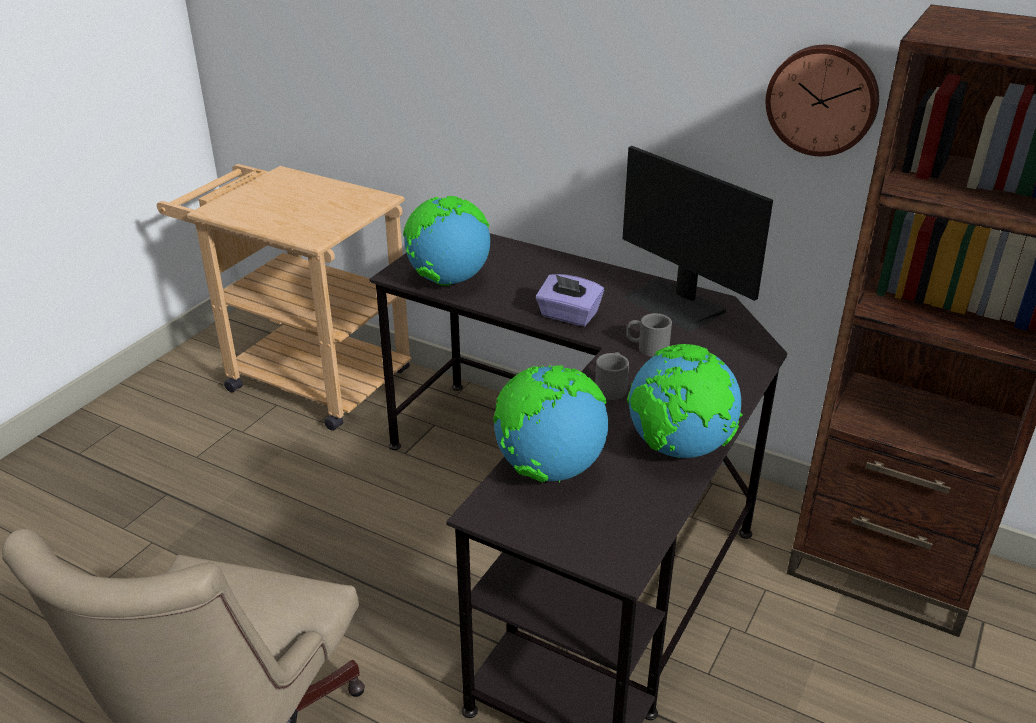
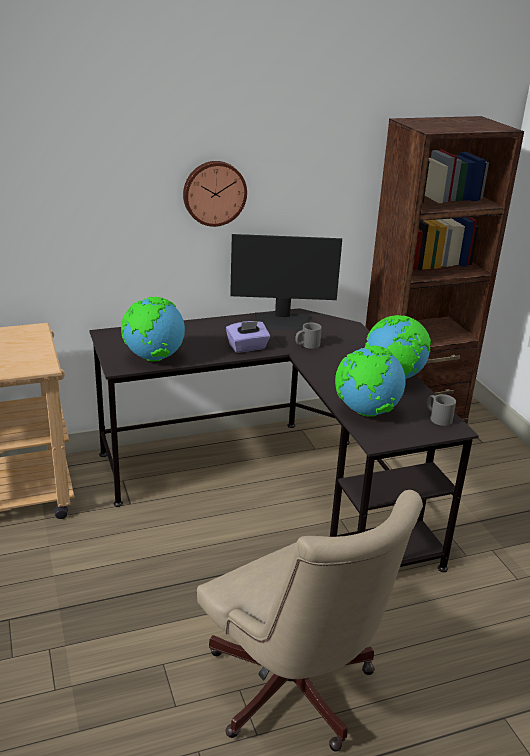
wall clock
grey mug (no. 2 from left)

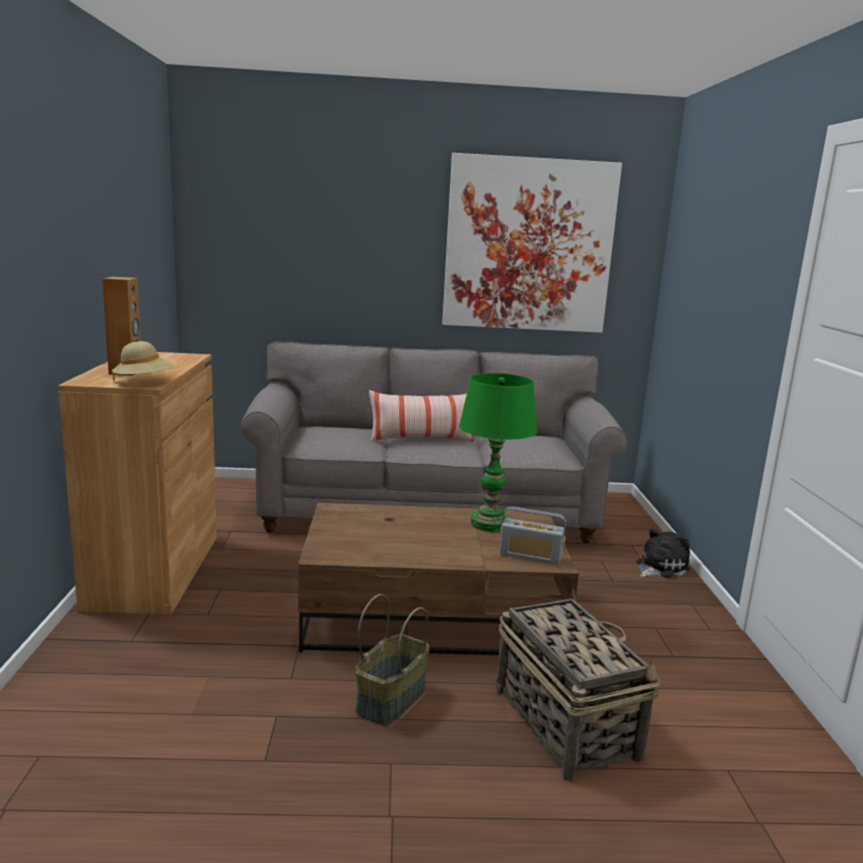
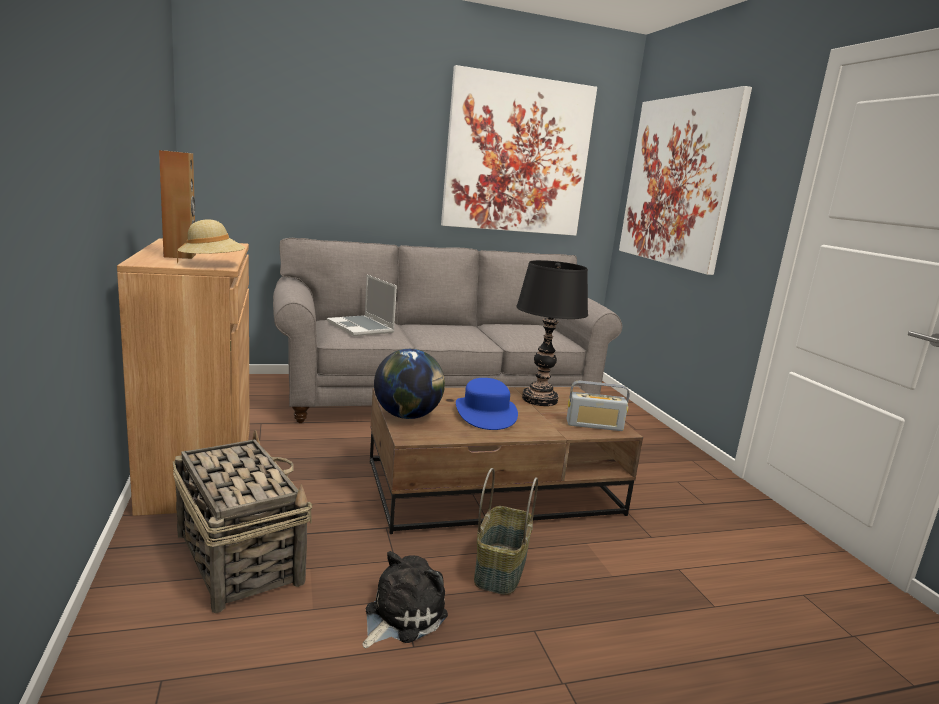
black table lamp
pillow
plush toy
basket (no. 1 from left)
picture (no. 2 from left)
laptop
globe
blue hat

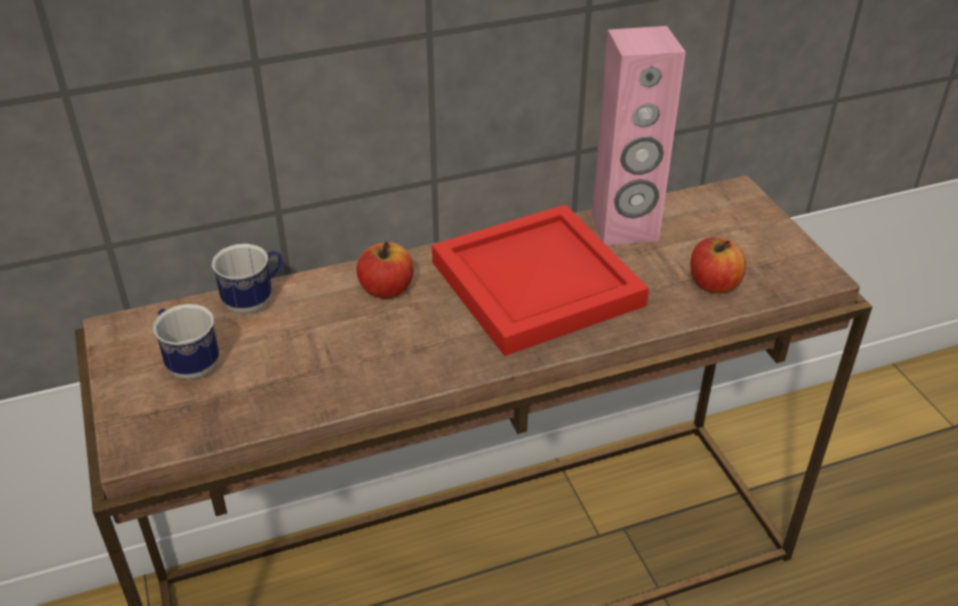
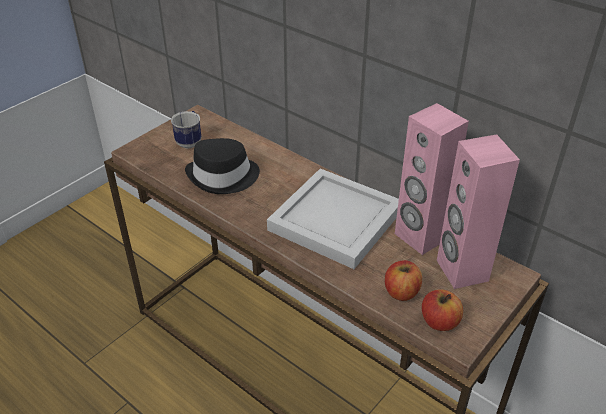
white tray
apple (no. 2 from left)
mug (no. 2 from left in the first image)
pink speaker (no. 2 from left)
black hat

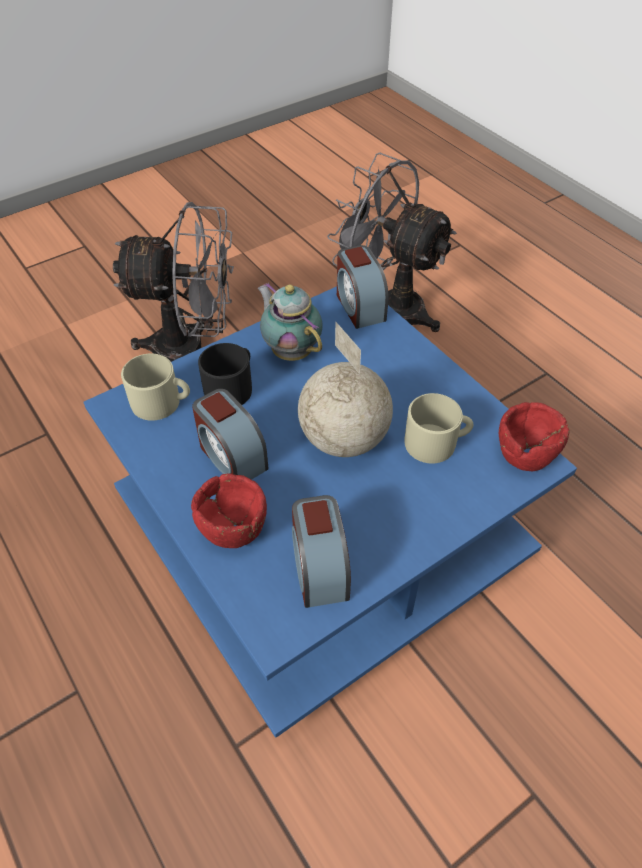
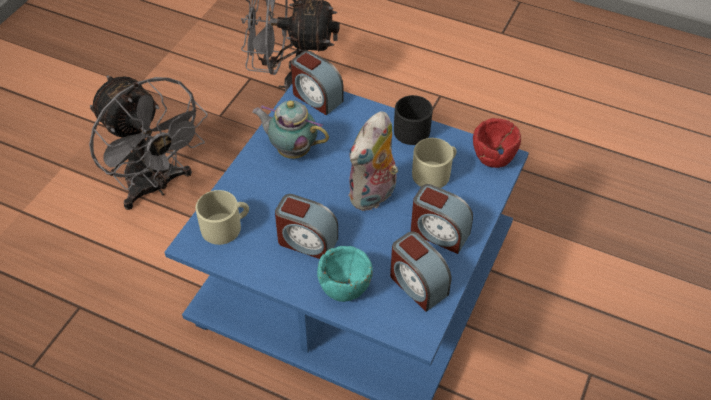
grey fan (no. 1 from left)
plush toy
black mug
turquoise bowl
alarm clock (no. 4 from left)

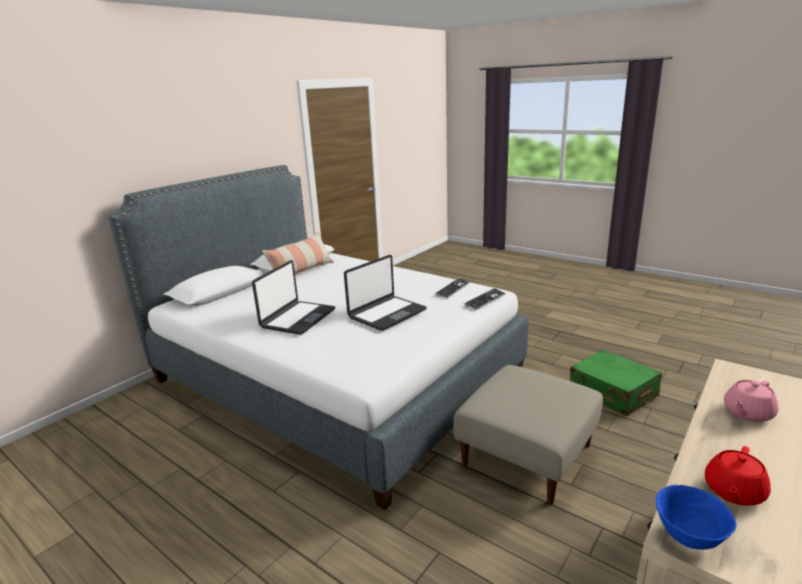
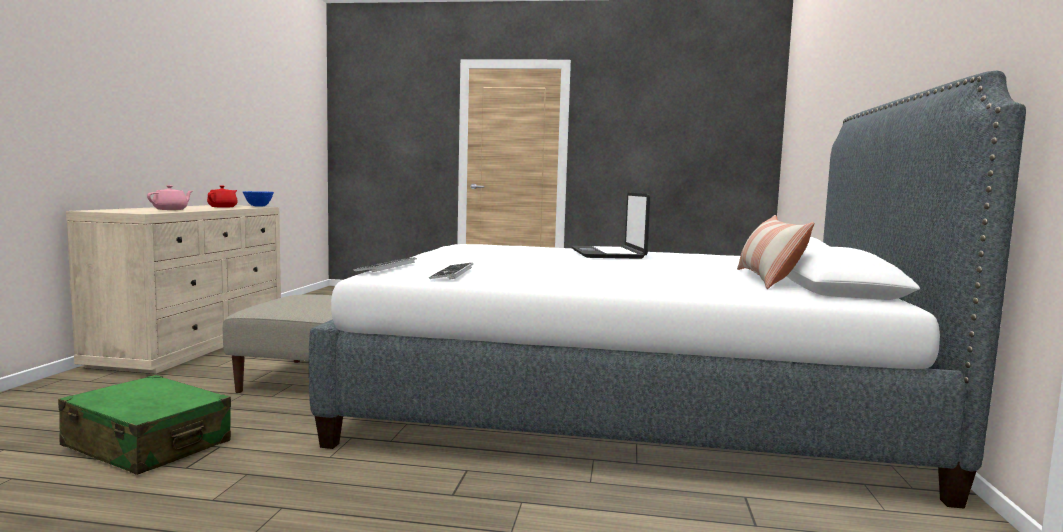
laptop (no. 2 from left in the first image)

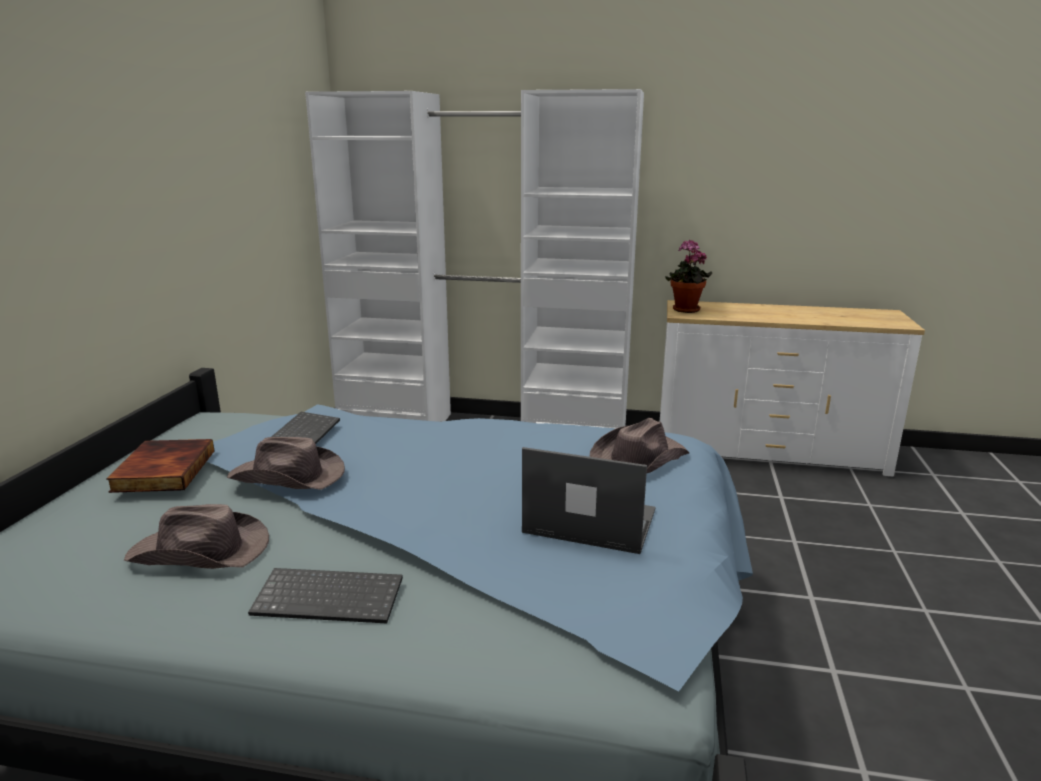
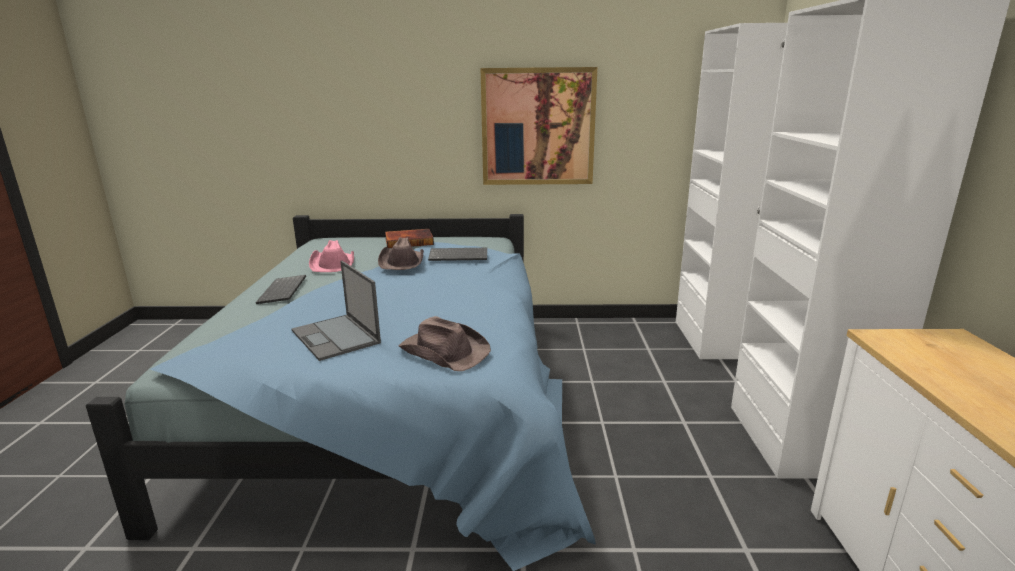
potted plant
laptop
pink hat
picture

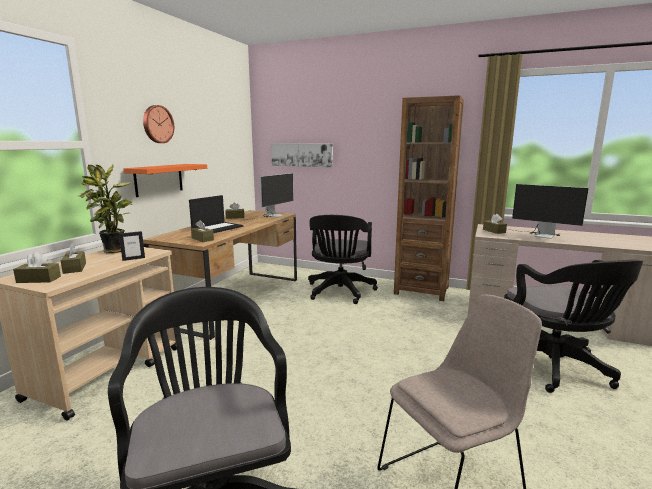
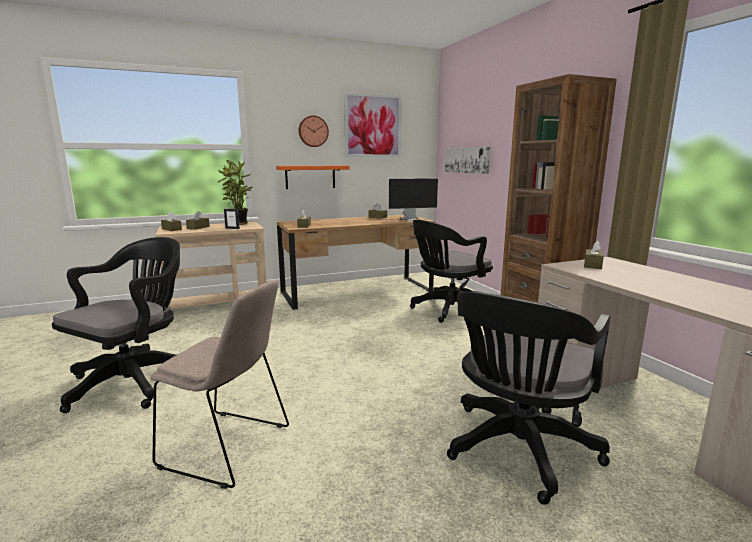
monitor (no. 2 from left in the first image)
laptop
picture (no. 1 from left)

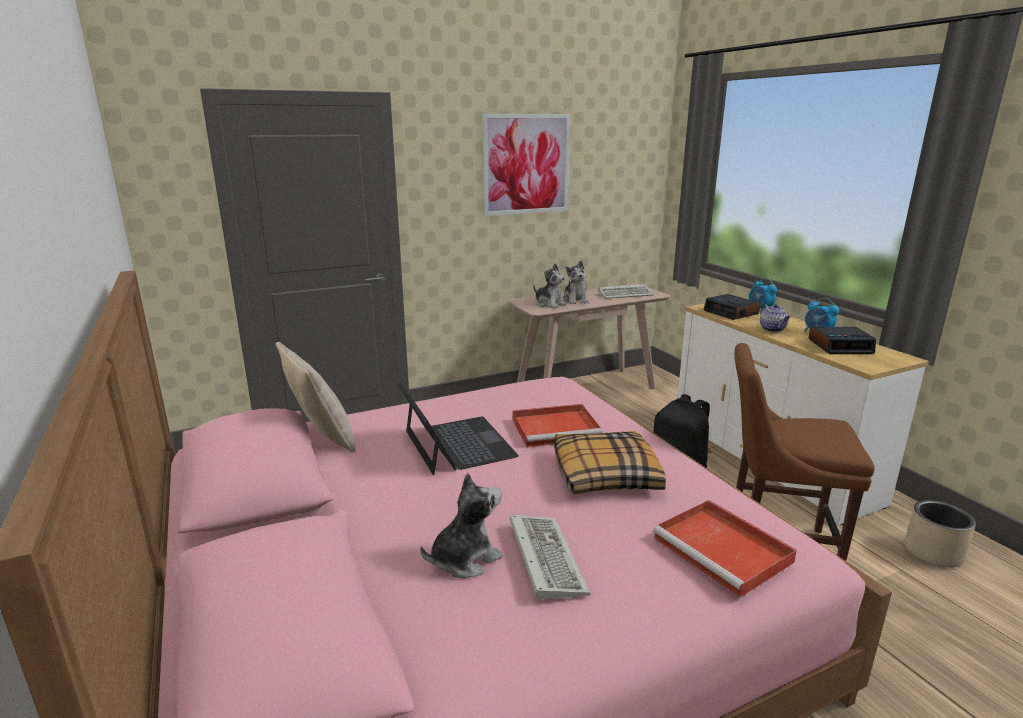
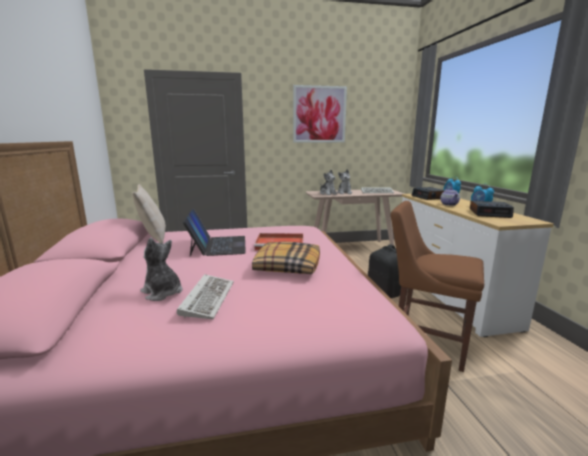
plush toy (no. 1 from left)
red tray (no. 2 from left in the first image)
beige planter

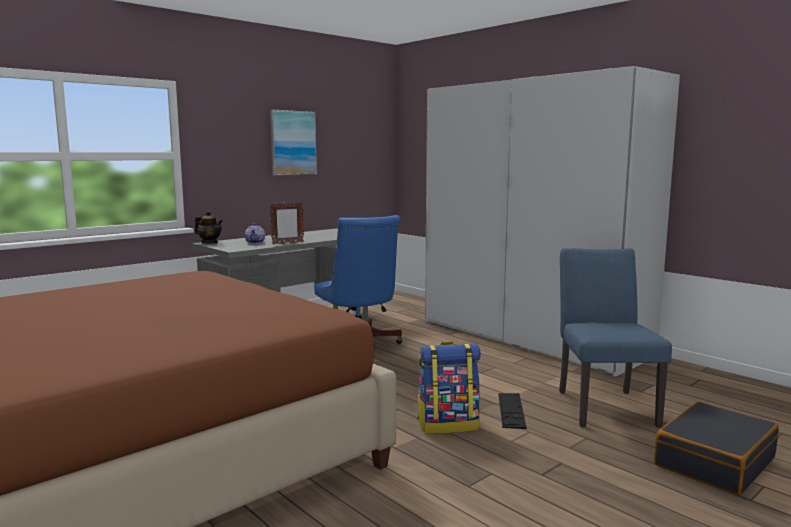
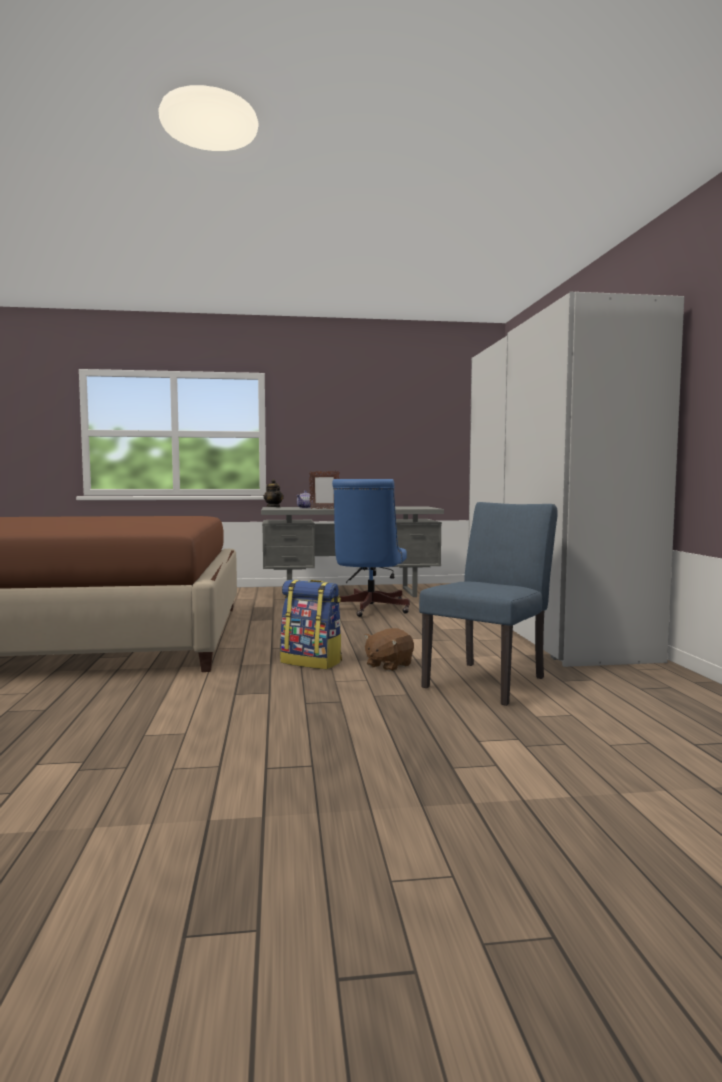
picture
brown plush toy
black suitcase

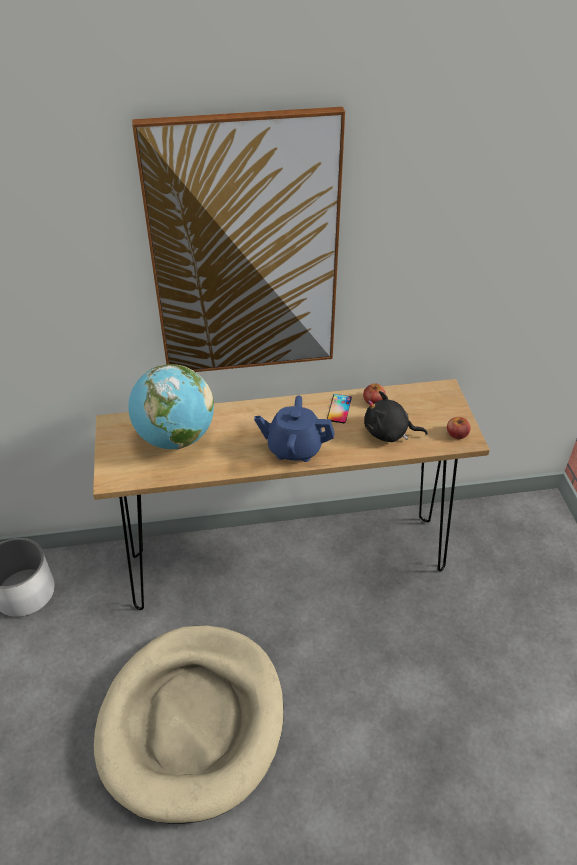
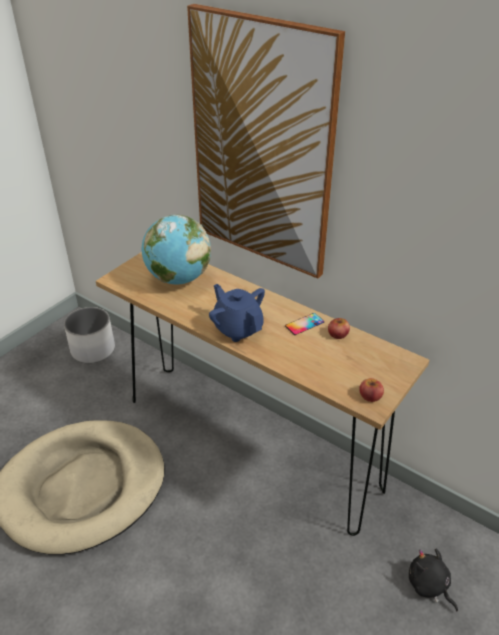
black plush toy

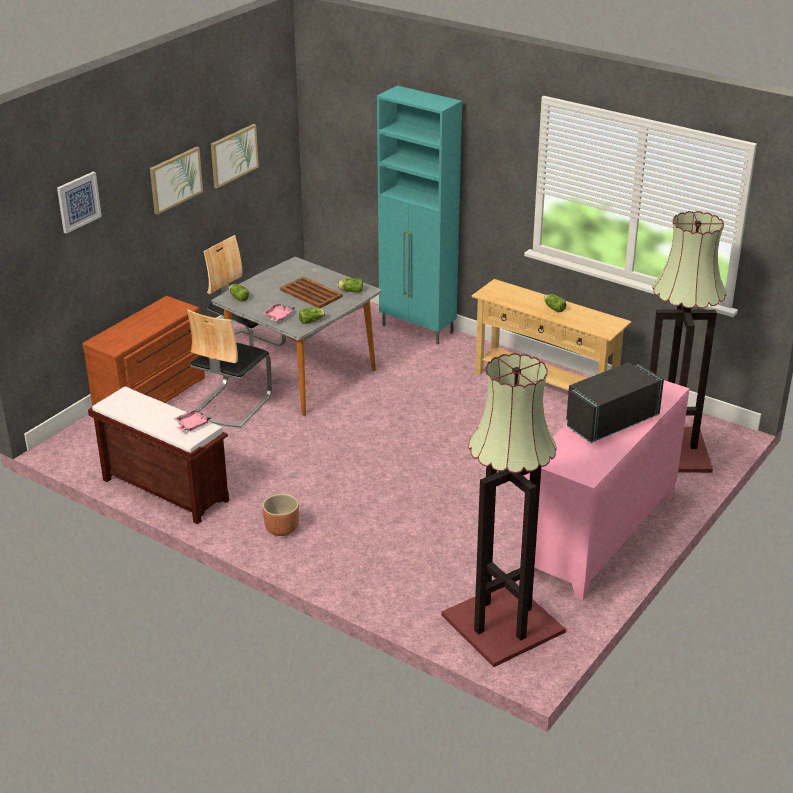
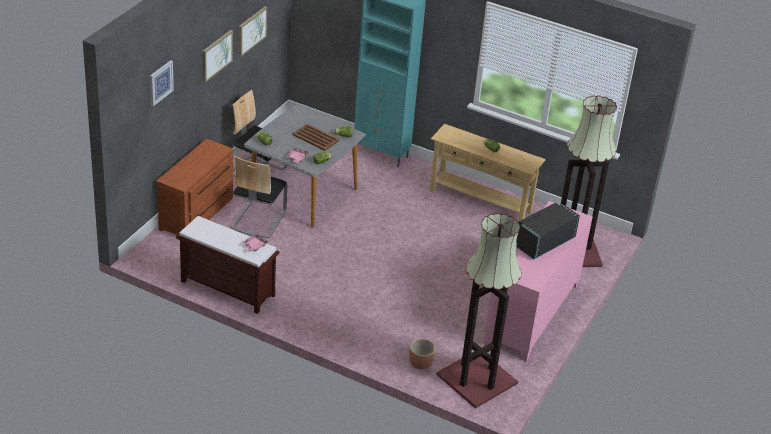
brown planter

